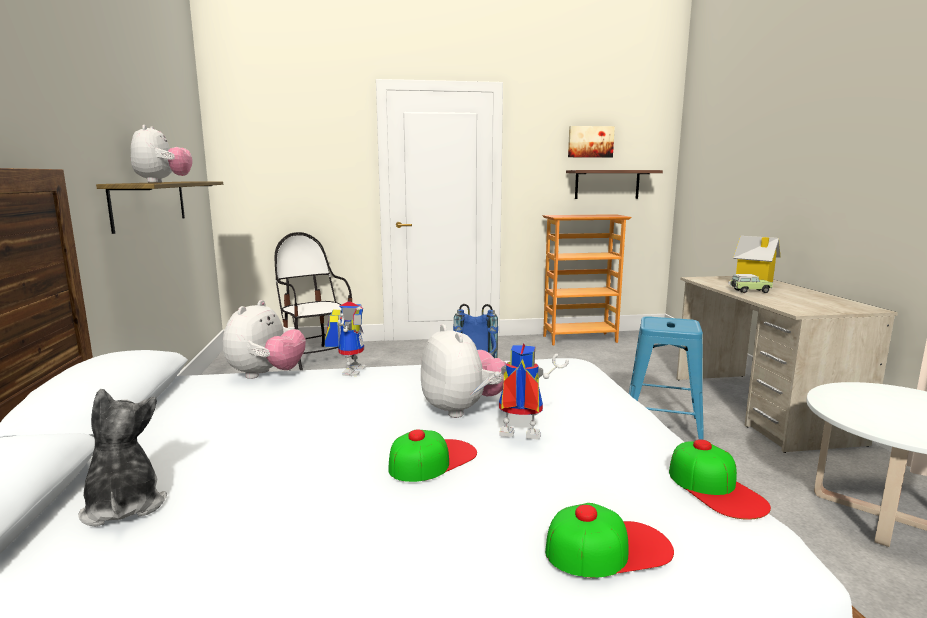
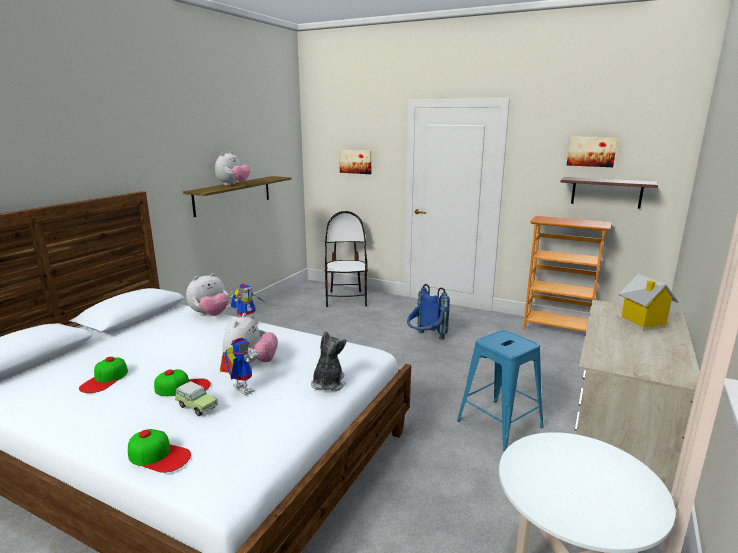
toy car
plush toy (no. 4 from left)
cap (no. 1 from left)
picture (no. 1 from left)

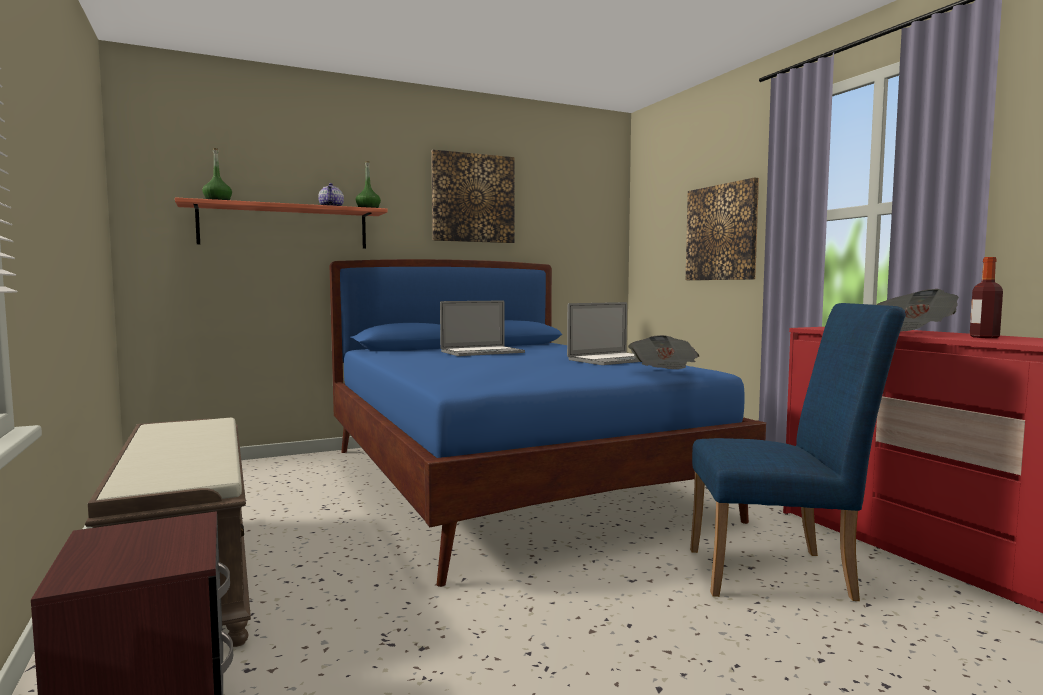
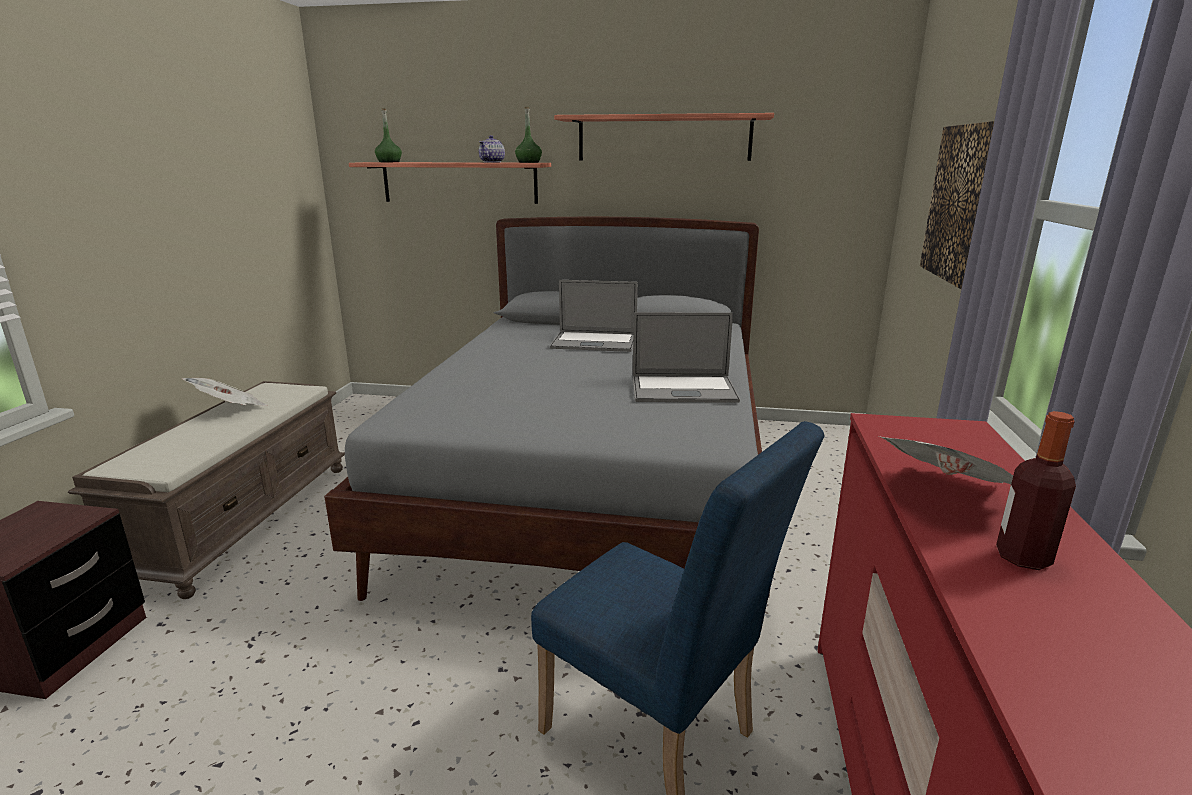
shelf (no. 2 from left)
grey bed
newspaper (no. 1 from left)

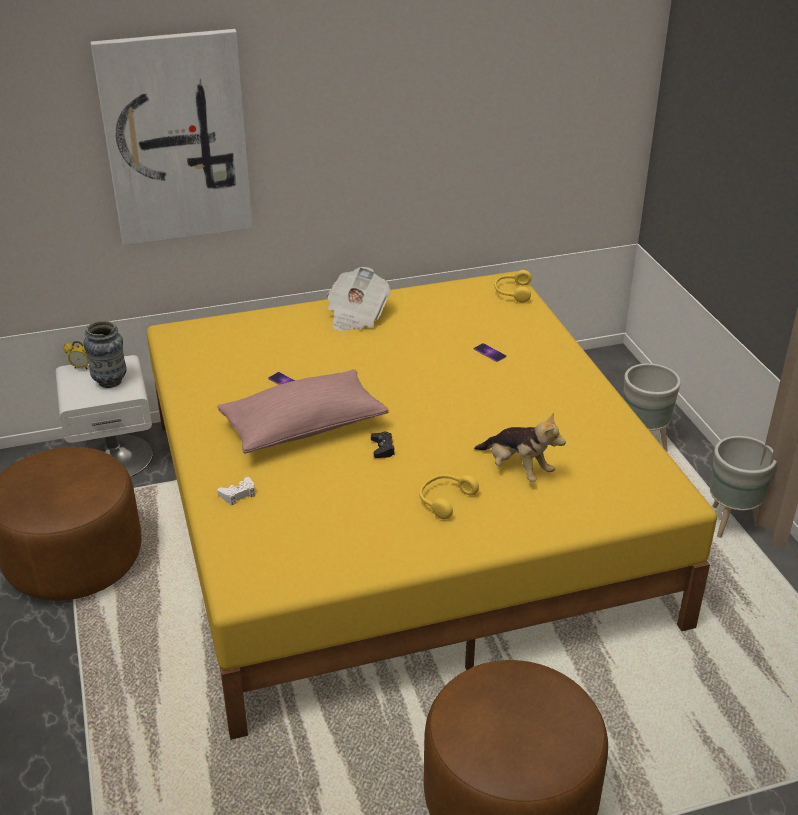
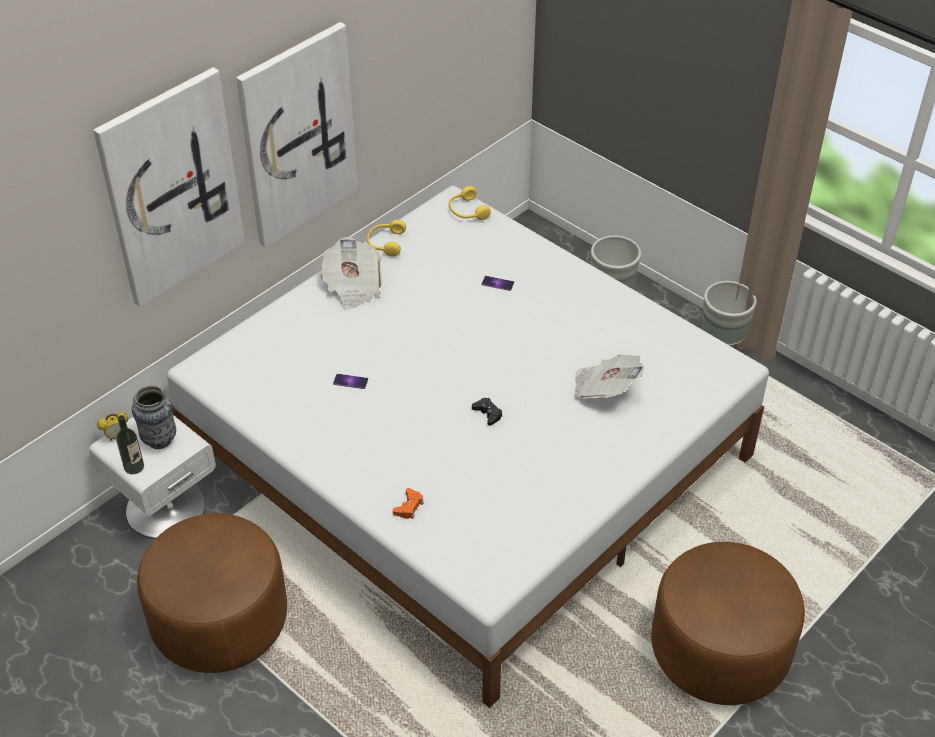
white bed
pink pillow
newspaper (no. 2 from left)
yellow headphones (no. 1 from left)
orange game controller
picture (no. 2 from left)
bottle

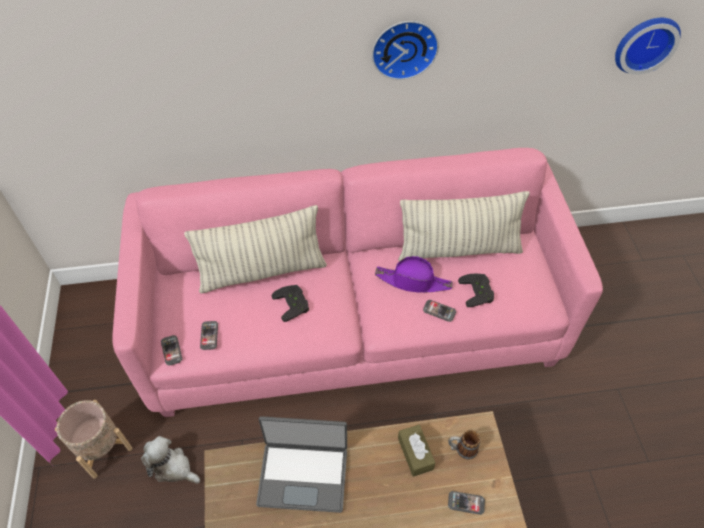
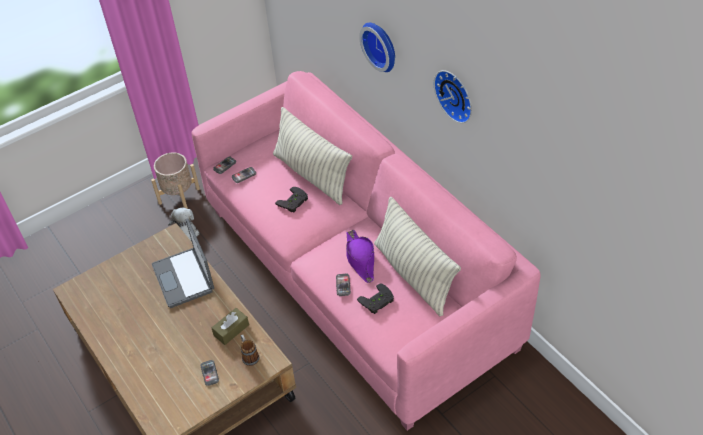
wall clock (no. 1 from left)

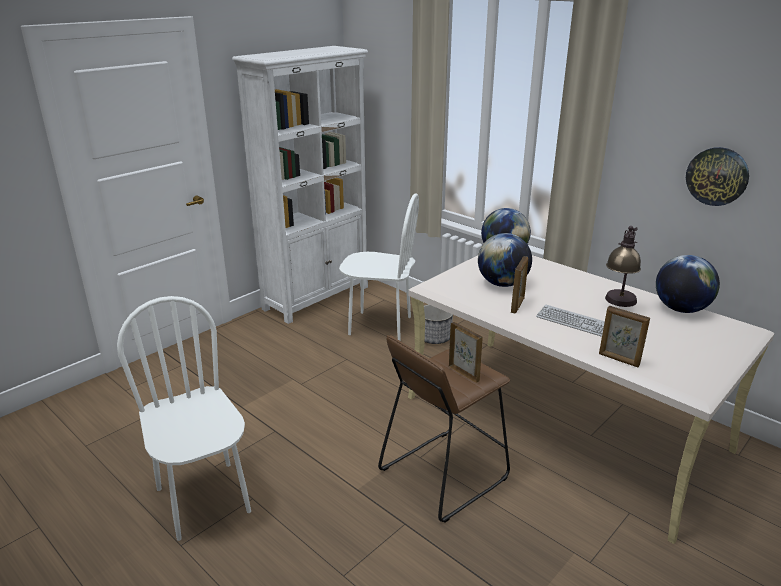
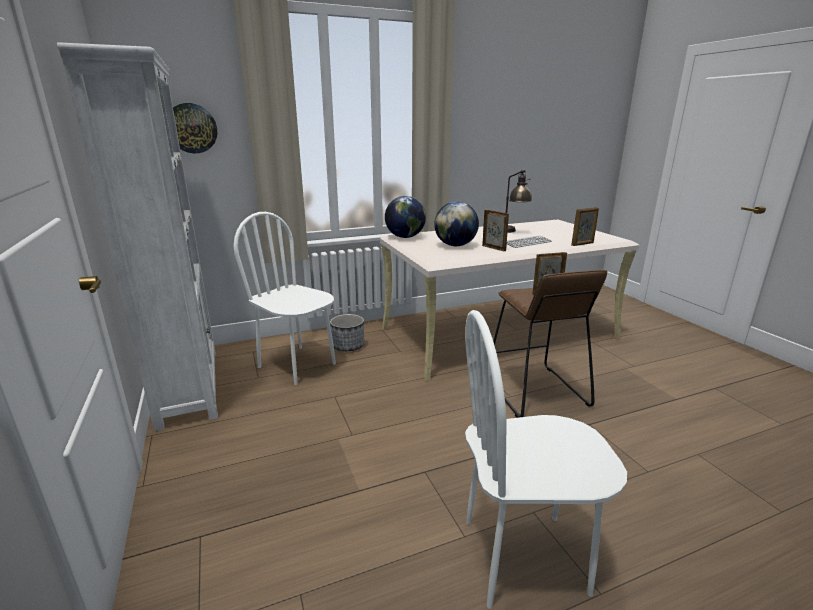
wall clock
white chair (no. 1 from left)
globe (no. 3 from left in the first image)

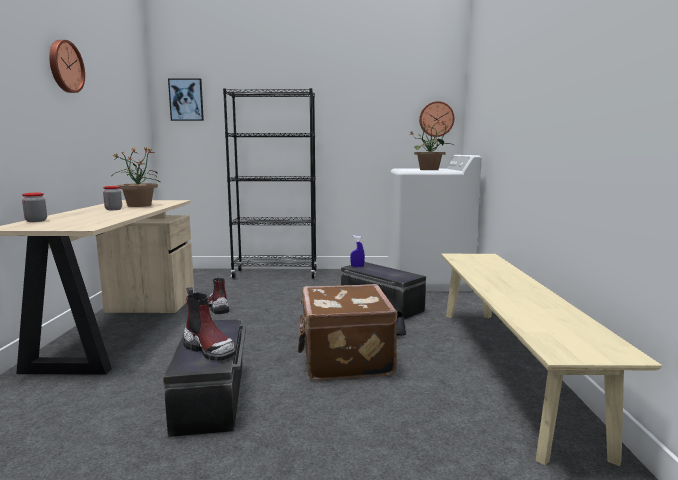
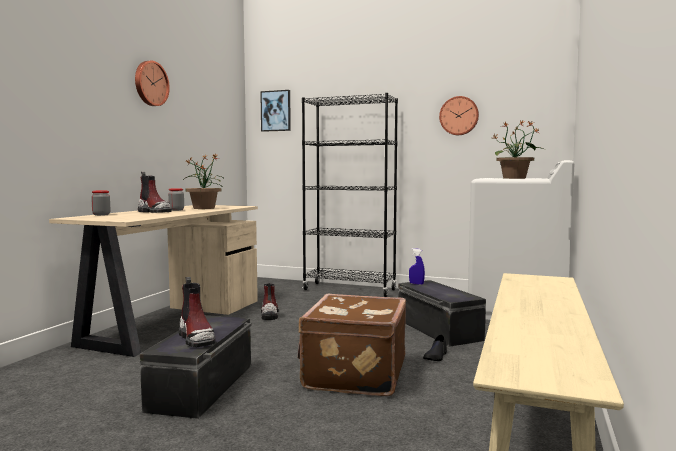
wall clock (no. 2 from left)
boot (no. 1 from left)

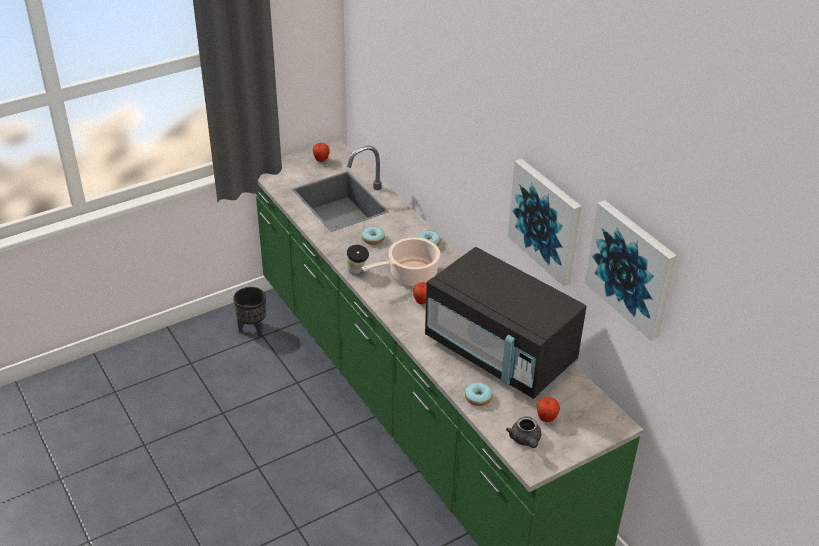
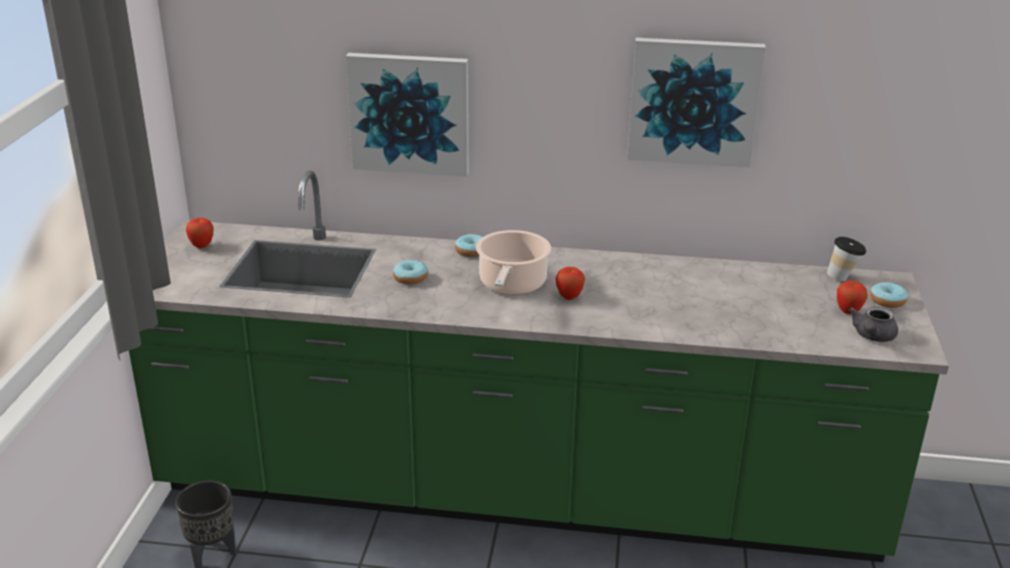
picture (no. 1 from left)
cup
black microwave
donut (no. 3 from left)
grey teapot

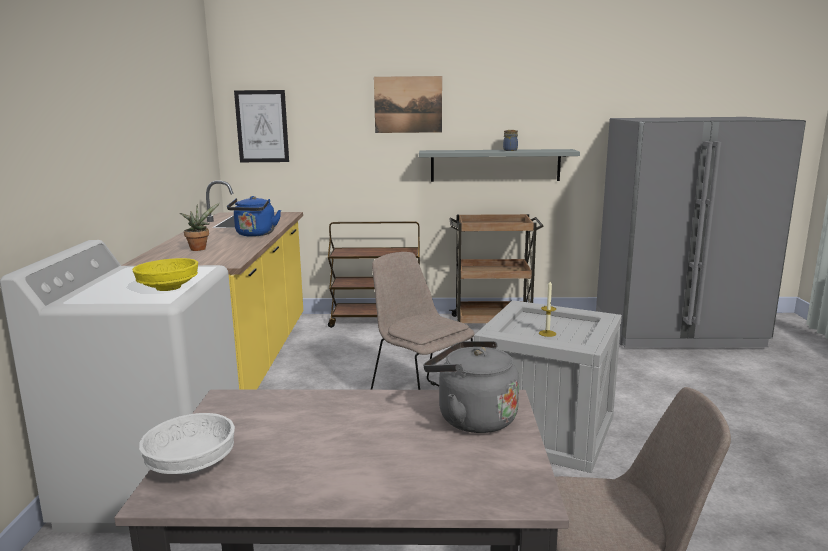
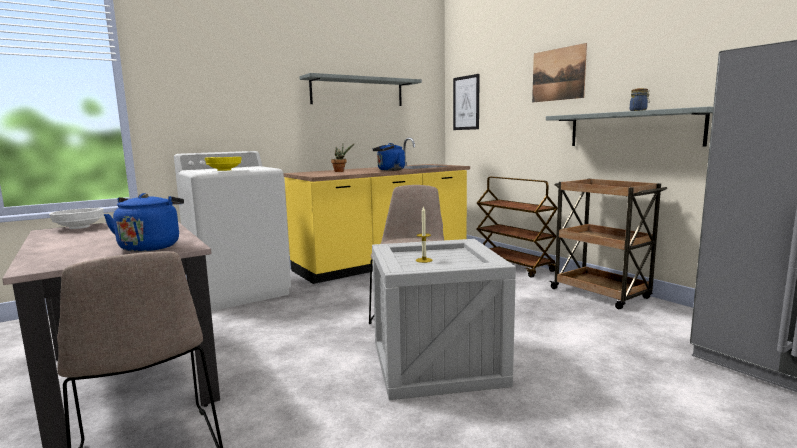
blue kettle (no. 1 from left)
grey shelf (no. 1 from left)

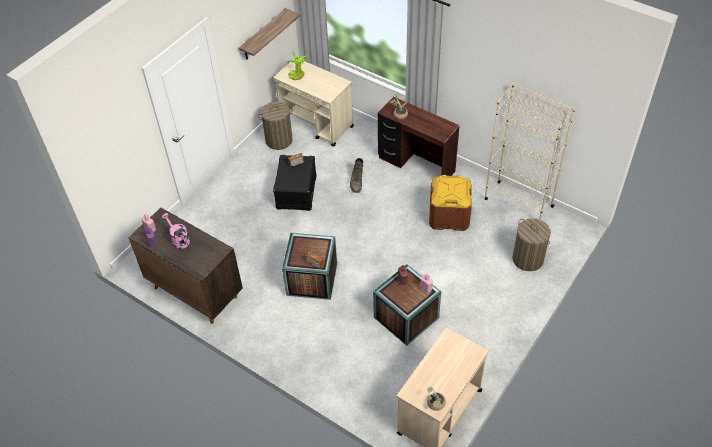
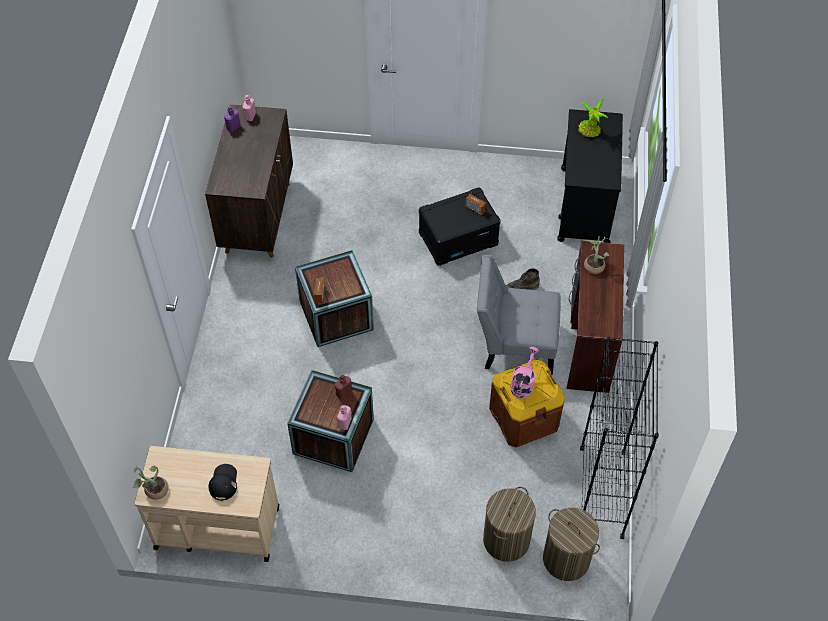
shelf
black cart
black bookcase
laundry basket (no. 2 from left)
pink watering can
grey chair
black cap

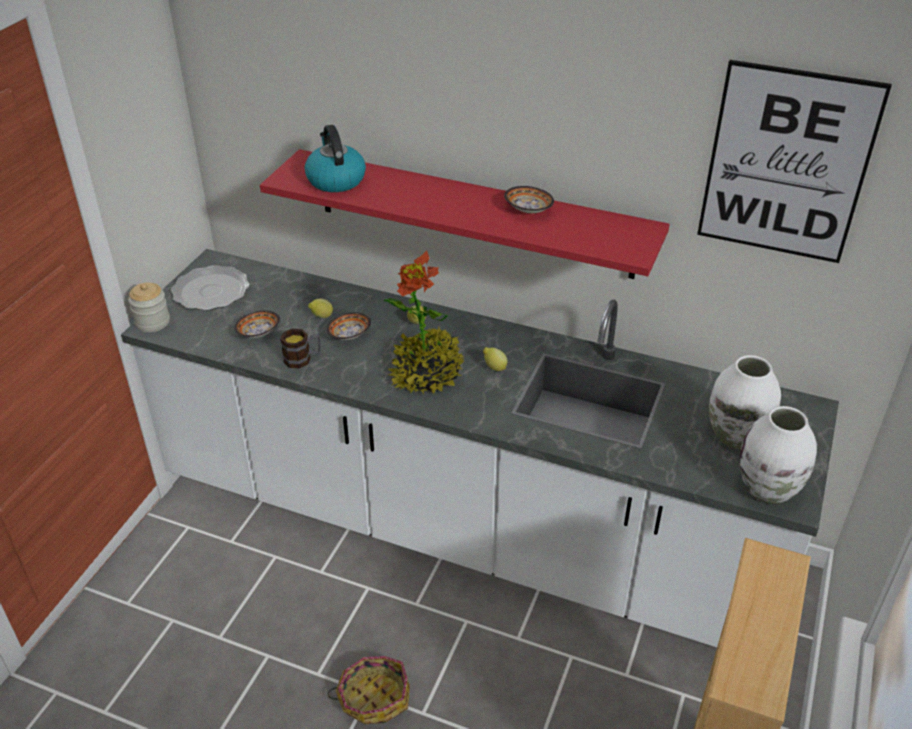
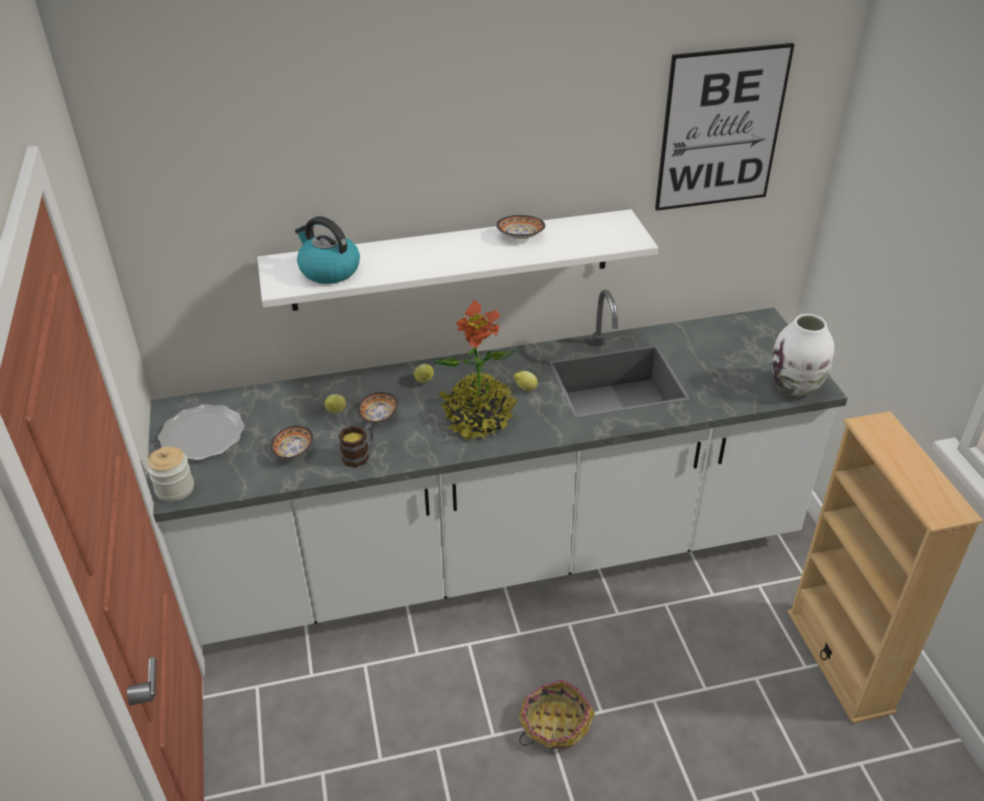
white shelf
white vase (no. 1 from left in the first image)

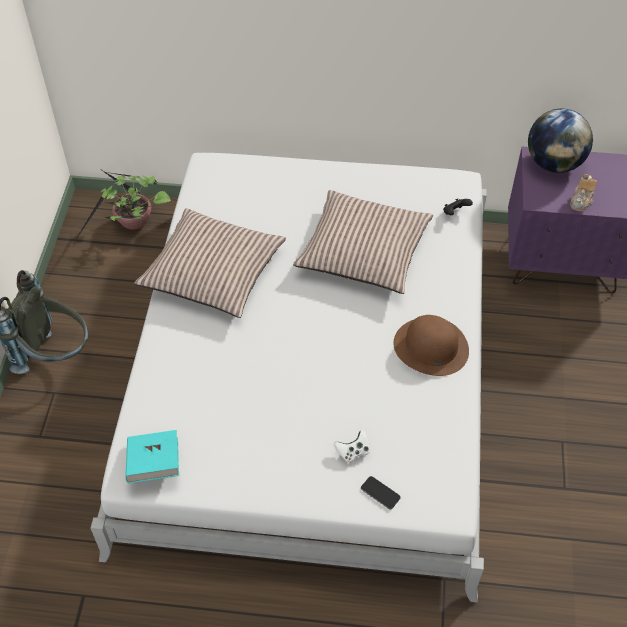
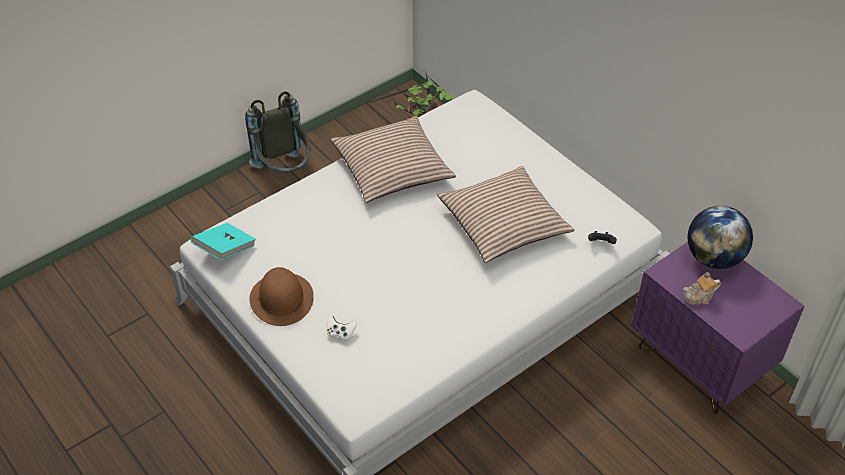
brown hat
phone

